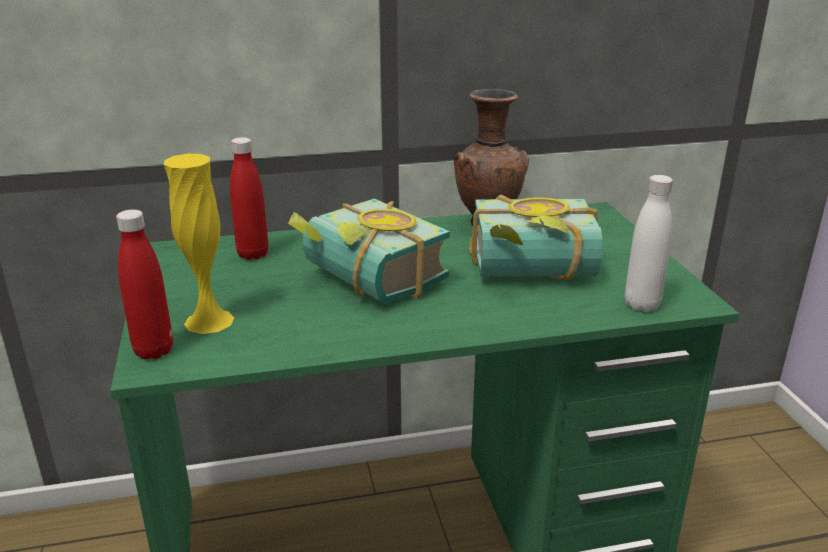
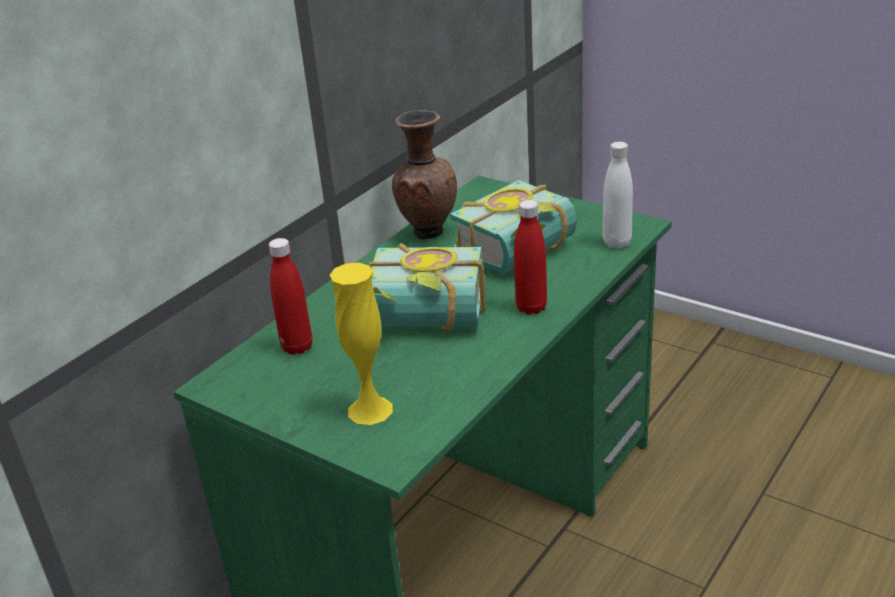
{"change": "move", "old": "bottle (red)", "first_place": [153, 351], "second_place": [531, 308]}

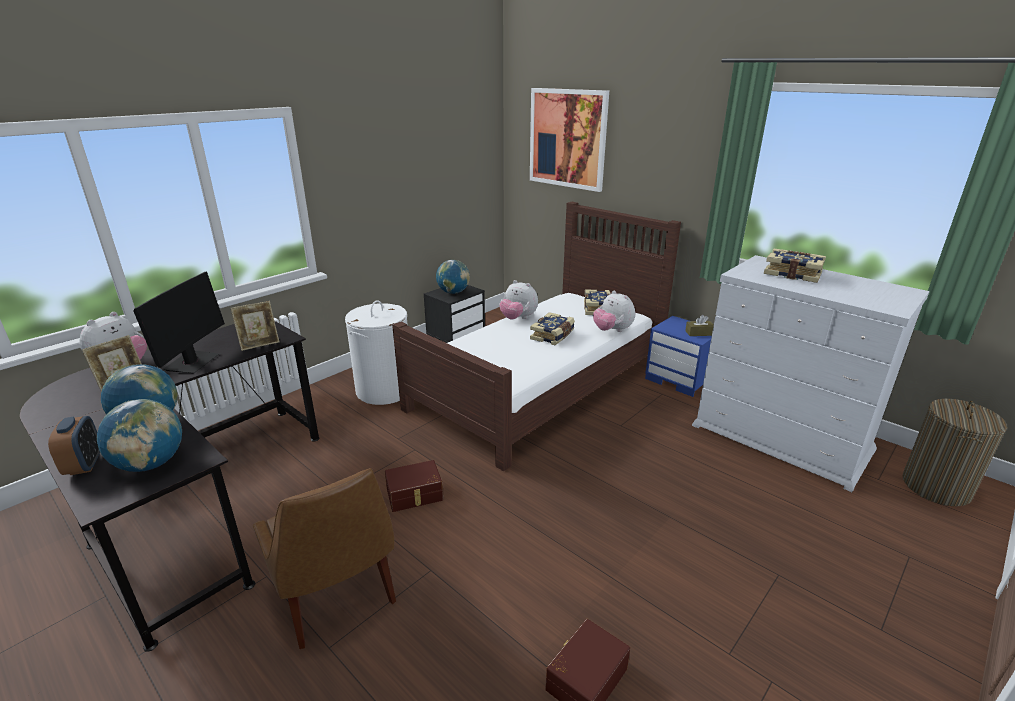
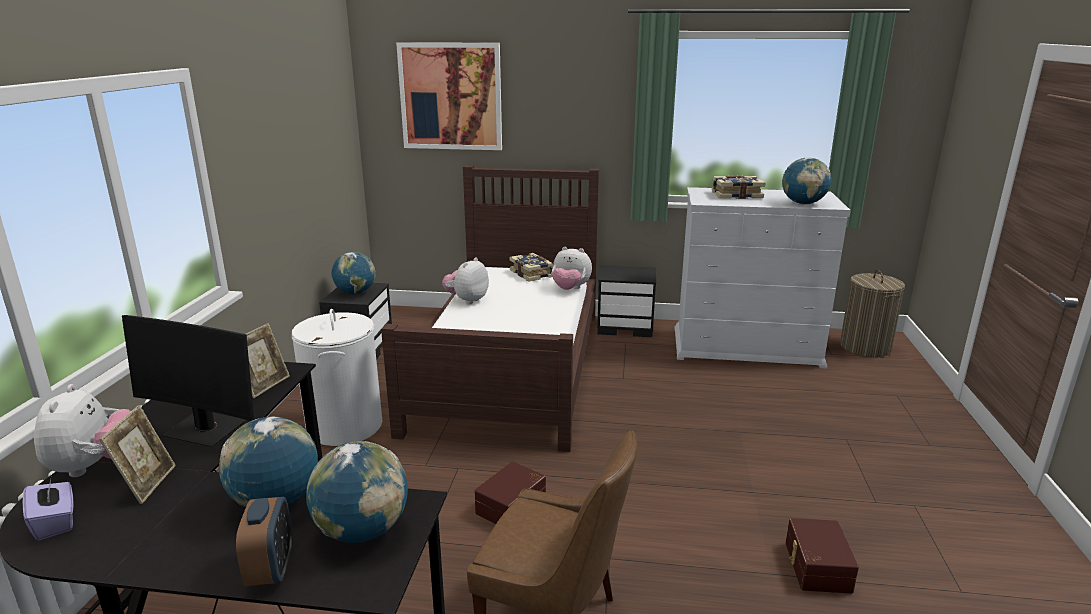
{"change": "delete", "old": "book", "first_place": [553, 336]}
{"change": "delete", "old": "tissue box (brown)", "first_place": [699, 333]}
{"change": "insert", "new": "tissue box (purple)", "second_place": [55, 522]}
{"change": "insert", "new": "globe", "second_place": [803, 203]}
{"change": "recolor", "old": "nightstand (blue)", "new": "nightstand (black)", "first_place": [679, 379], "second_place": [626, 326]}
{"change": "rotate", "old": "alarm clock", "first_place": [84, 465], "second_place": [271, 569], "degrees": 45}
{"change": "rotate", "old": "monitor", "first_place": [192, 362], "second_place": [205, 430], "degrees": 135}
{"change": "rotate", "old": "plush toy", "first_place": [518, 318], "second_place": [467, 300], "degrees": 120}

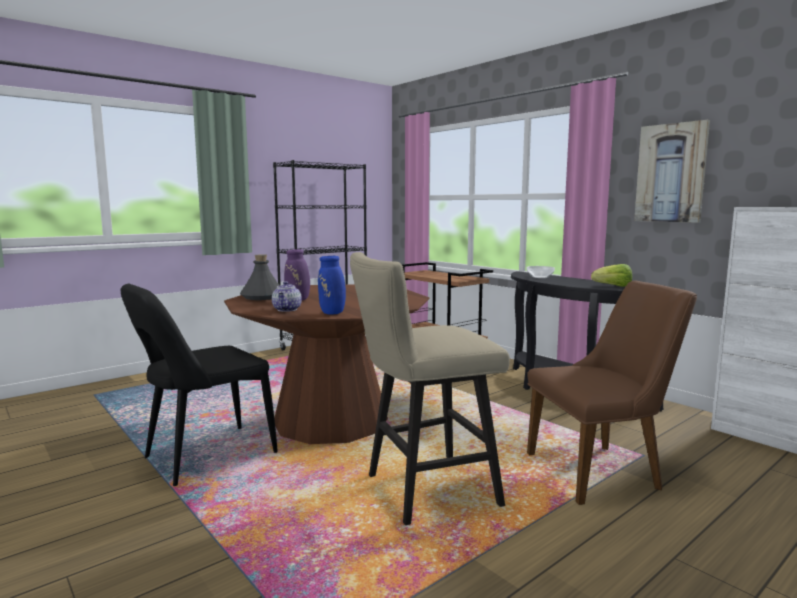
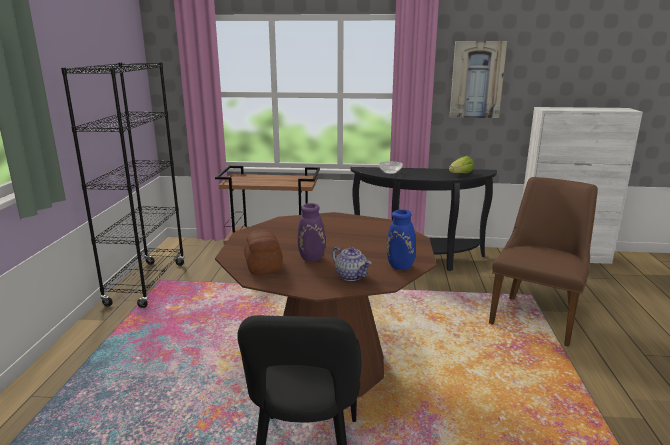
{"change": "delete", "old": "stool (beige)", "first_place": [422, 491]}
{"change": "replace", "old": "bottle (grey)", "new": "bread", "first_place": [262, 297], "second_place": [263, 266]}

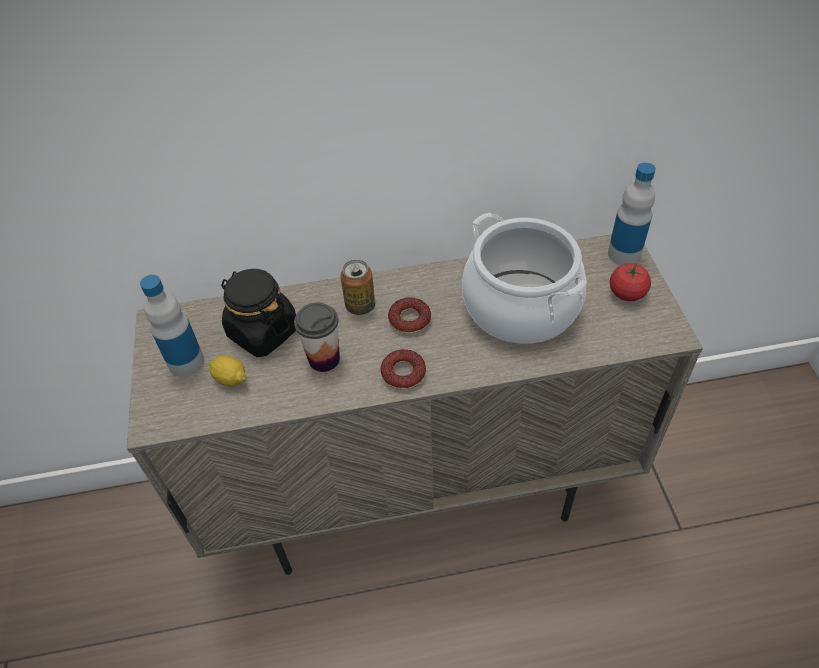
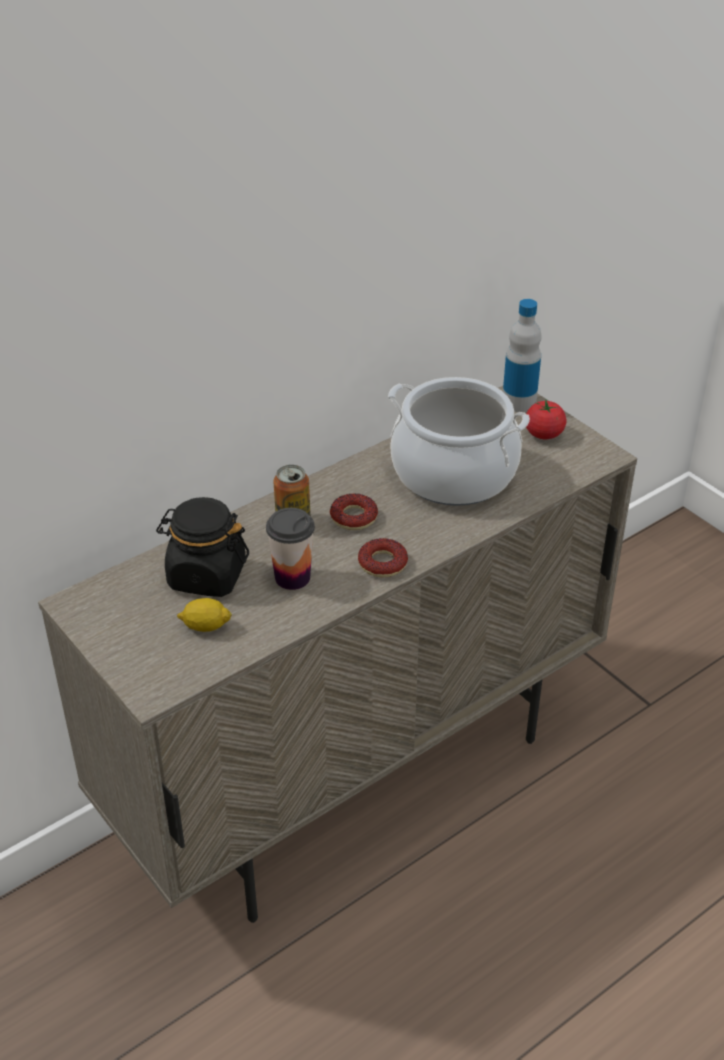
{"change": "delete", "old": "bottle", "first_place": [186, 362]}

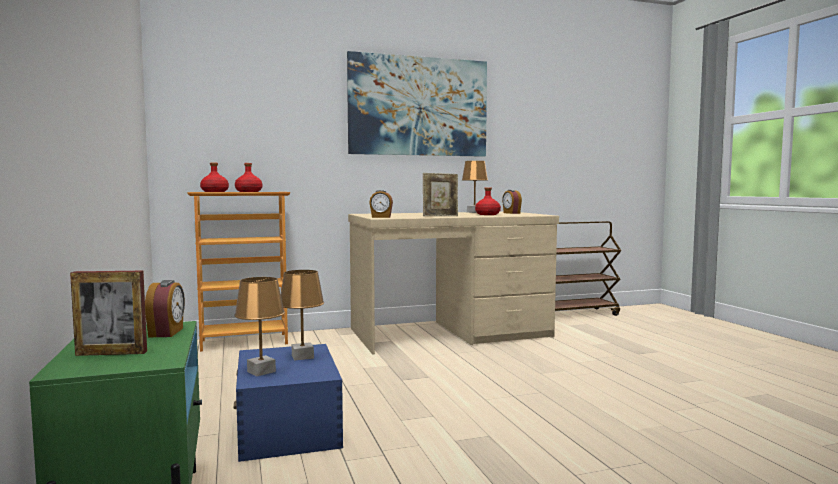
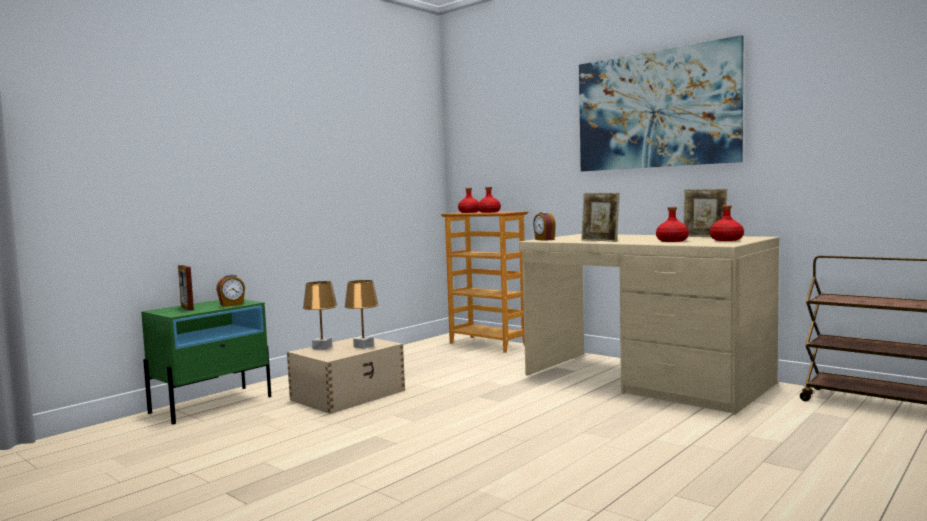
{"change": "replace", "old": "table lamp (brown)", "new": "picture frame", "first_place": [474, 212], "second_place": [705, 237]}
{"change": "replace", "old": "alarm clock", "new": "bottle (red)", "first_place": [511, 213], "second_place": [726, 240]}
{"change": "recolor", "old": "storage box (blue)", "new": "storage box (beige)", "first_place": [288, 426], "second_place": [349, 395]}

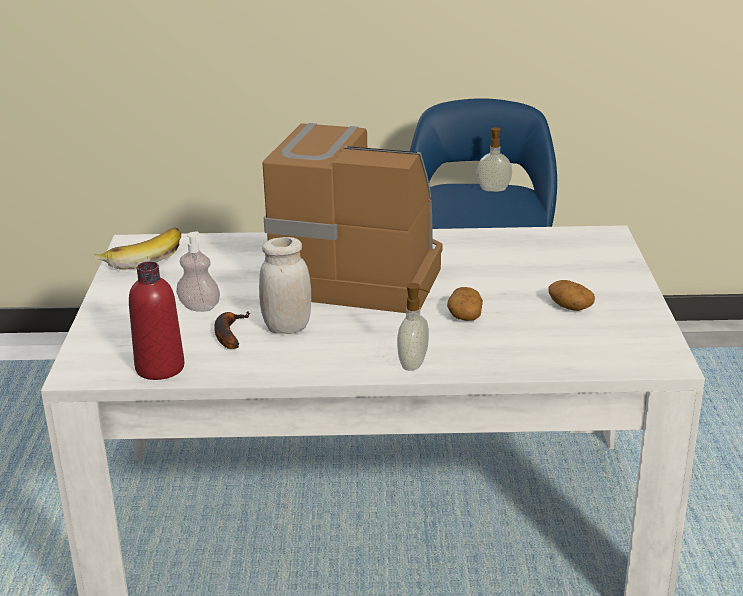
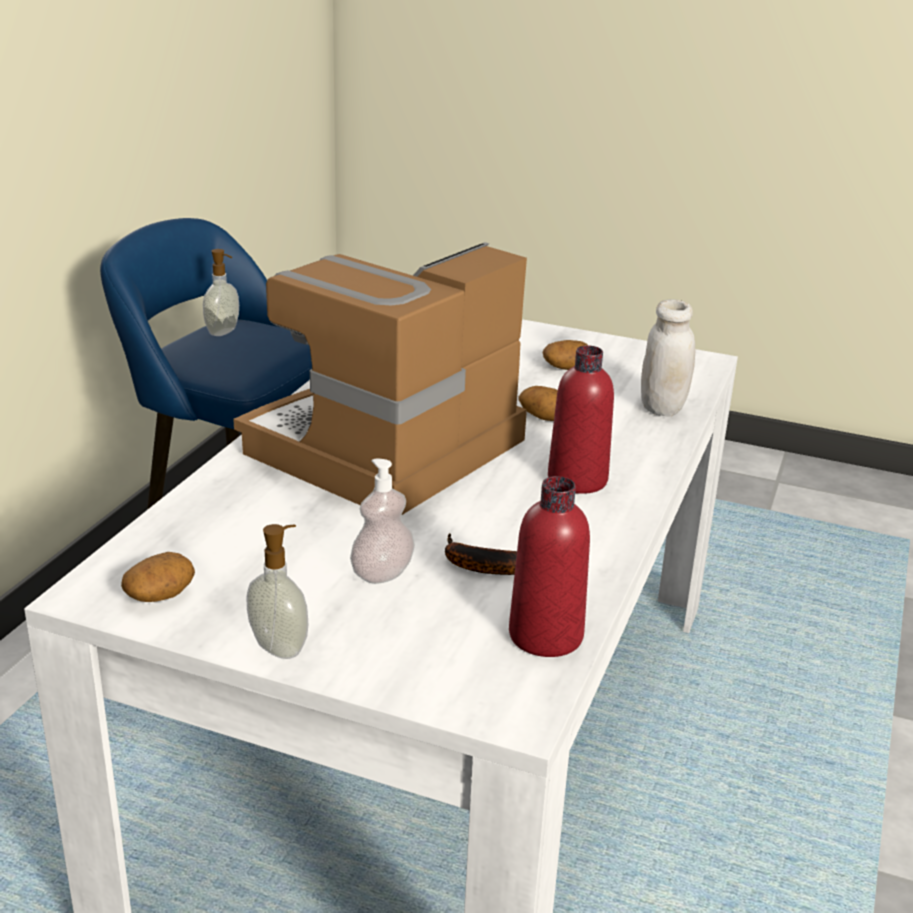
{"change": "insert", "new": "bottle (red)", "second_place": [577, 480]}
{"change": "move", "old": "jar (white)", "first_place": [287, 327], "second_place": [662, 408]}
{"change": "move", "old": "soap dispenser", "first_place": [414, 364], "second_place": [280, 646]}
{"change": "replace", "old": "banana", "new": "potato", "first_place": [141, 259], "second_place": [160, 595]}

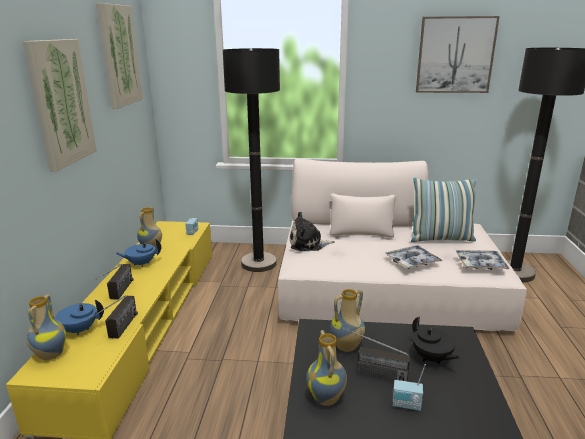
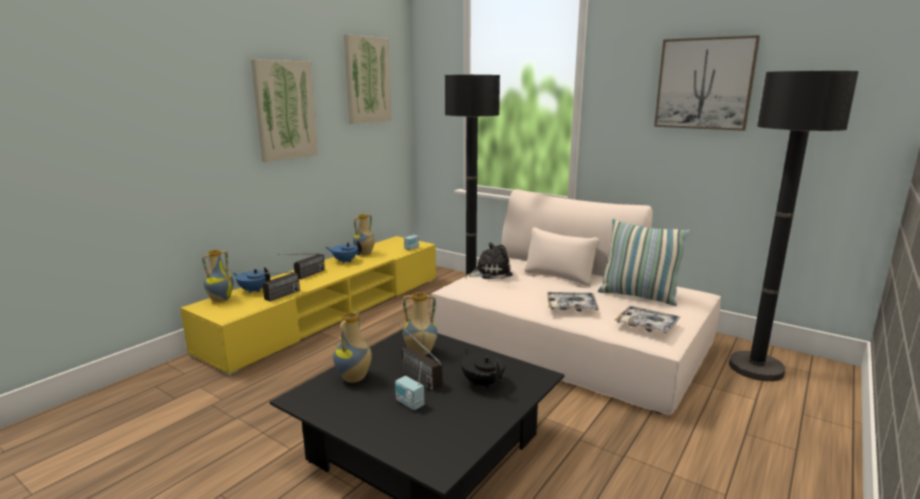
{"change": "rotate", "old": "plush toy", "first_place": [308, 244], "second_place": [490, 273], "degrees": 135}
{"change": "rotate", "old": "teapot (black)", "first_place": [431, 358], "second_place": [482, 382], "degrees": 150}

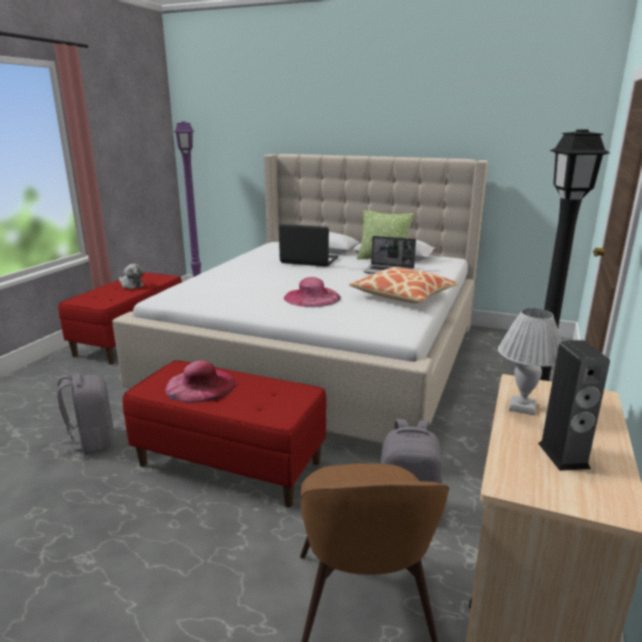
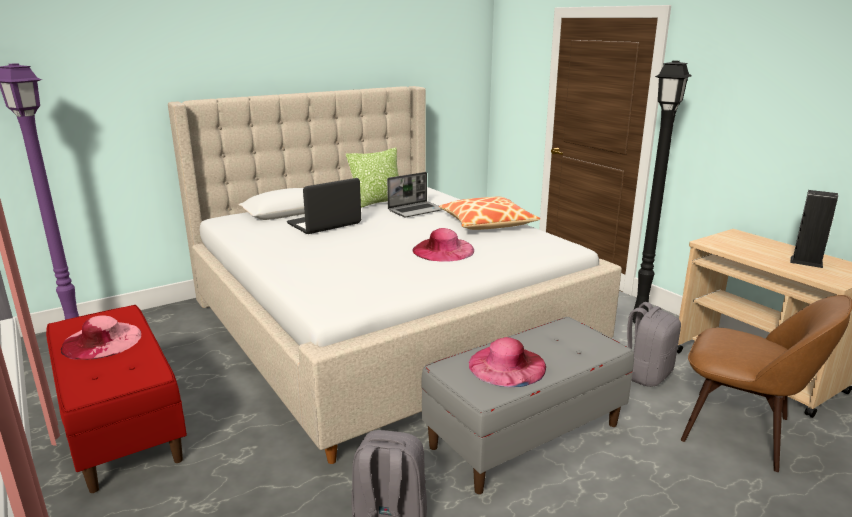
{"change": "delete", "old": "table lamp (white)", "first_place": [523, 407]}
{"change": "replace", "old": "plush toy", "new": "hat (pink)", "first_place": [131, 285], "second_place": [102, 341]}
{"change": "recolor", "old": "bench (red)", "new": "bench (grey)", "first_place": [230, 463], "second_place": [525, 435]}

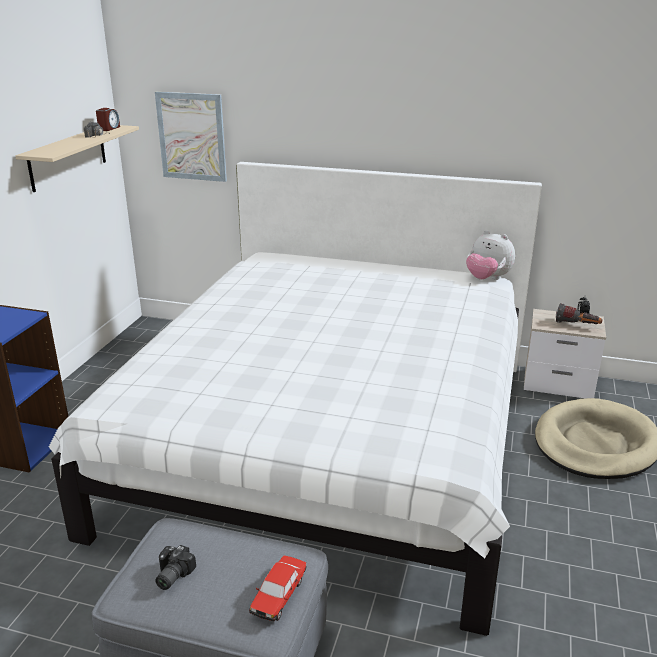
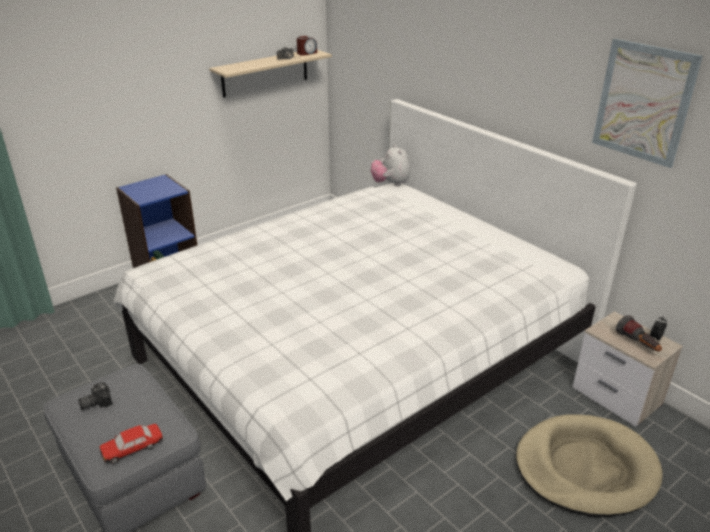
{"change": "move", "old": "picture", "first_place": [192, 136], "second_place": [643, 102]}
{"change": "move", "old": "plush toy", "first_place": [487, 279], "second_place": [390, 184]}

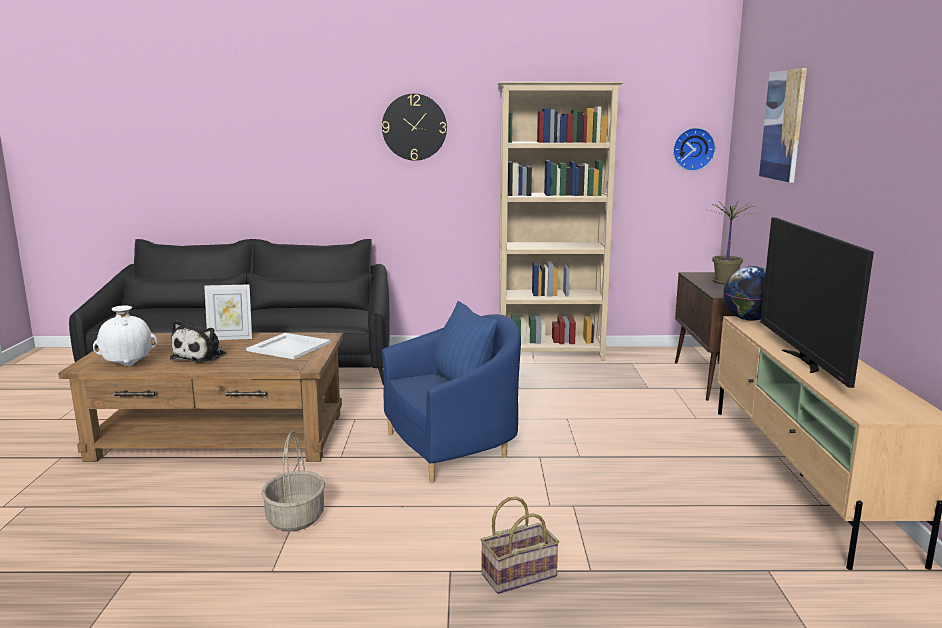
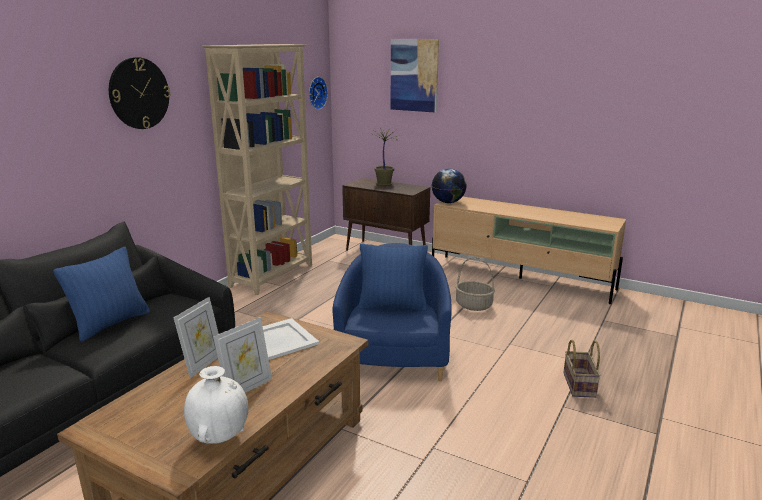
{"change": "delete", "old": "television", "first_place": [803, 361]}
{"change": "insert", "new": "pillow (blue)", "second_place": [110, 324]}
{"change": "move", "old": "basket", "first_place": [296, 518], "second_place": [474, 305]}
{"change": "replace", "old": "plush toy", "new": "picture frame", "first_place": [202, 356], "second_place": [246, 388]}

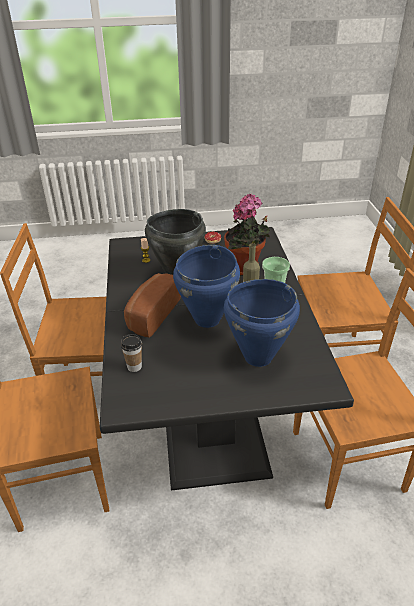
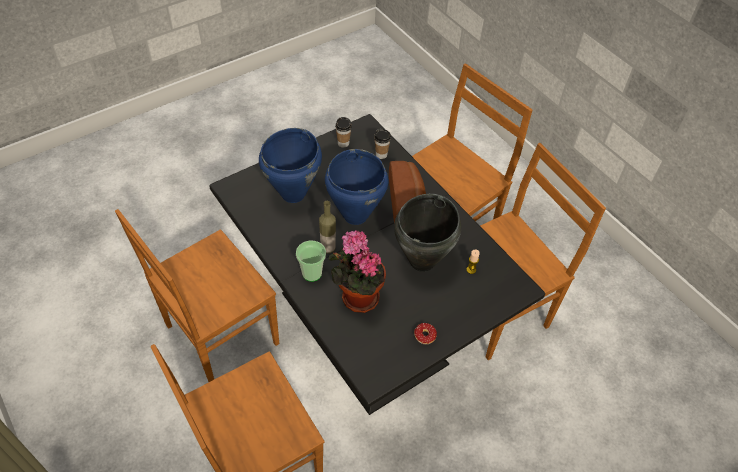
{"change": "insert", "new": "cup", "second_place": [343, 143]}

